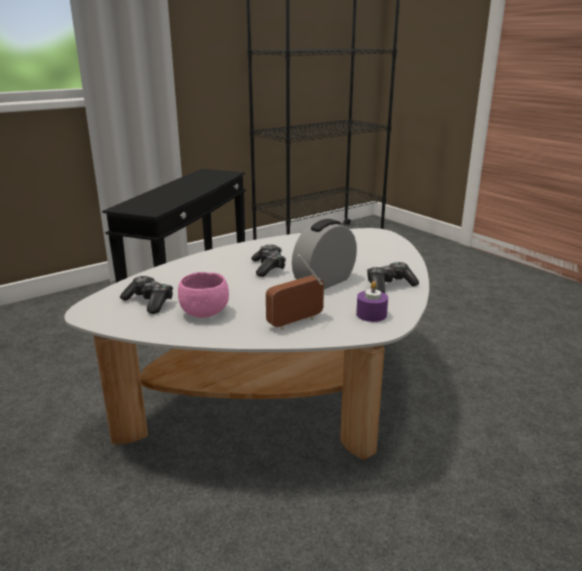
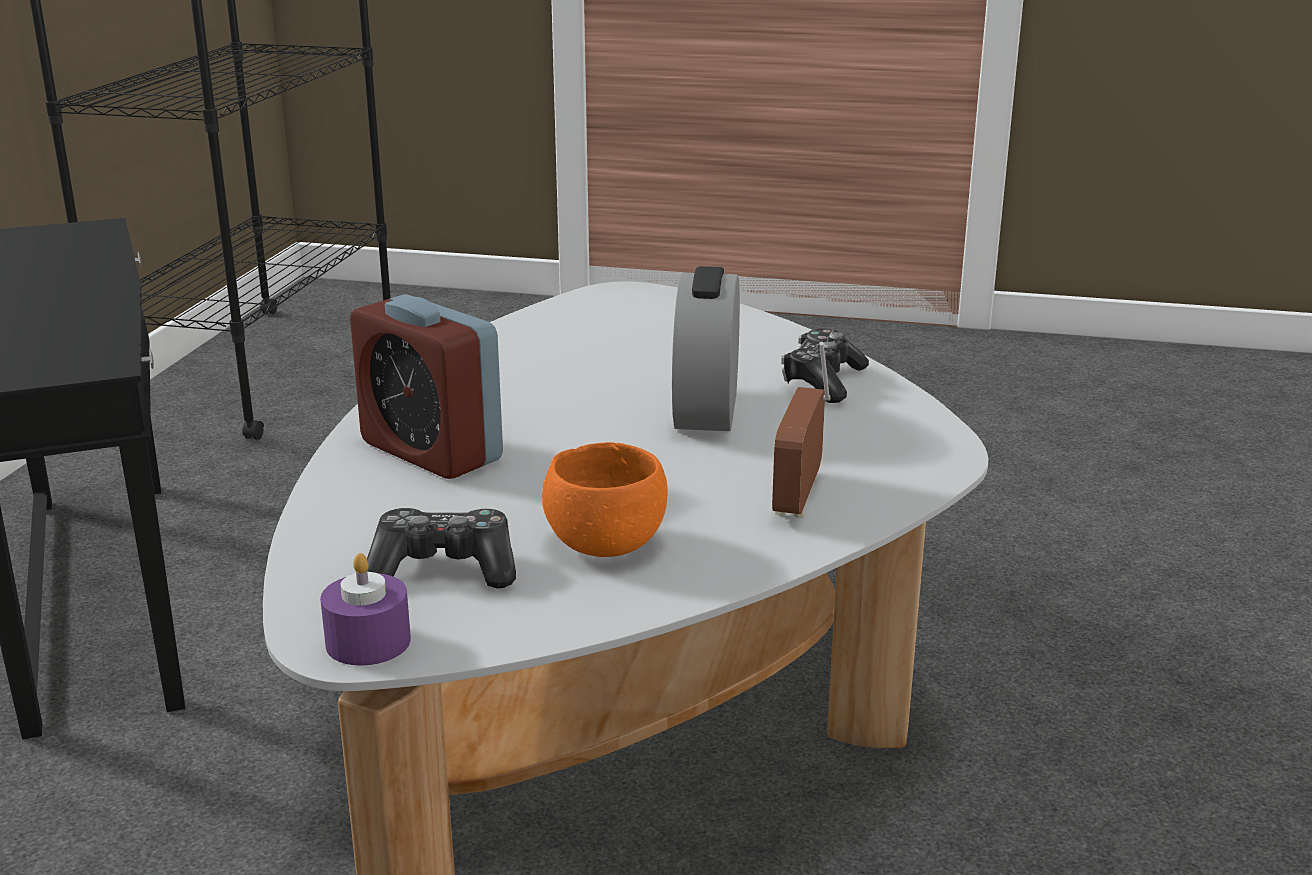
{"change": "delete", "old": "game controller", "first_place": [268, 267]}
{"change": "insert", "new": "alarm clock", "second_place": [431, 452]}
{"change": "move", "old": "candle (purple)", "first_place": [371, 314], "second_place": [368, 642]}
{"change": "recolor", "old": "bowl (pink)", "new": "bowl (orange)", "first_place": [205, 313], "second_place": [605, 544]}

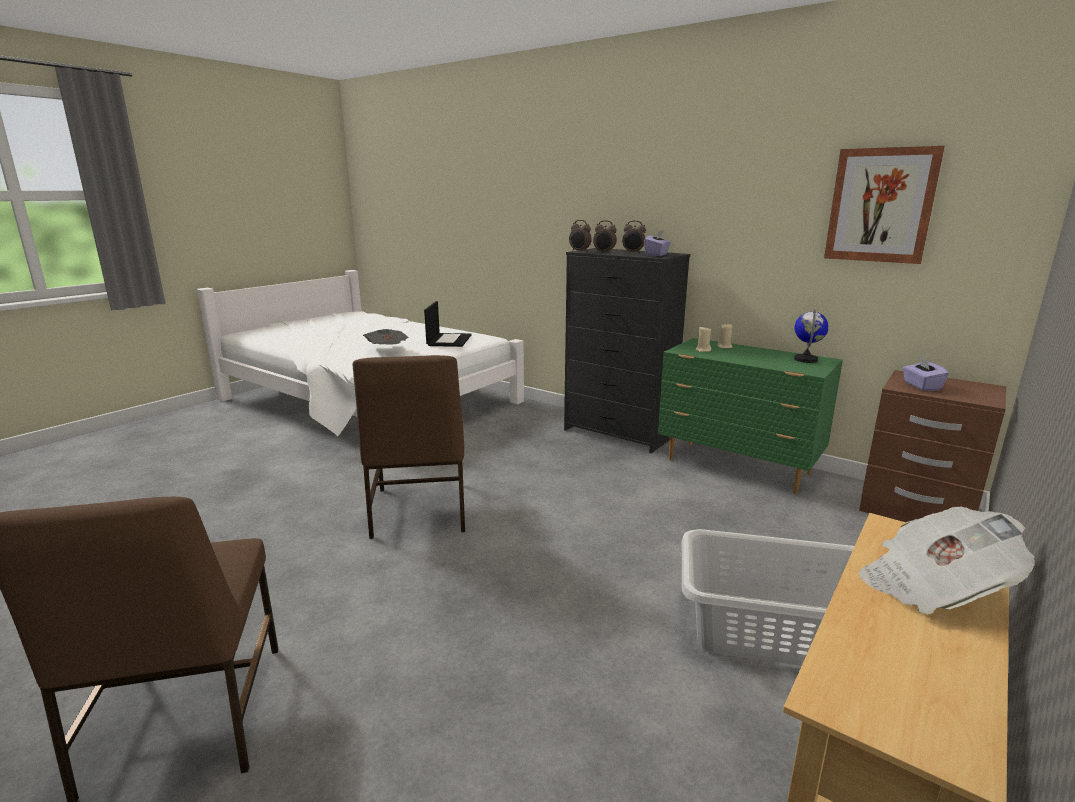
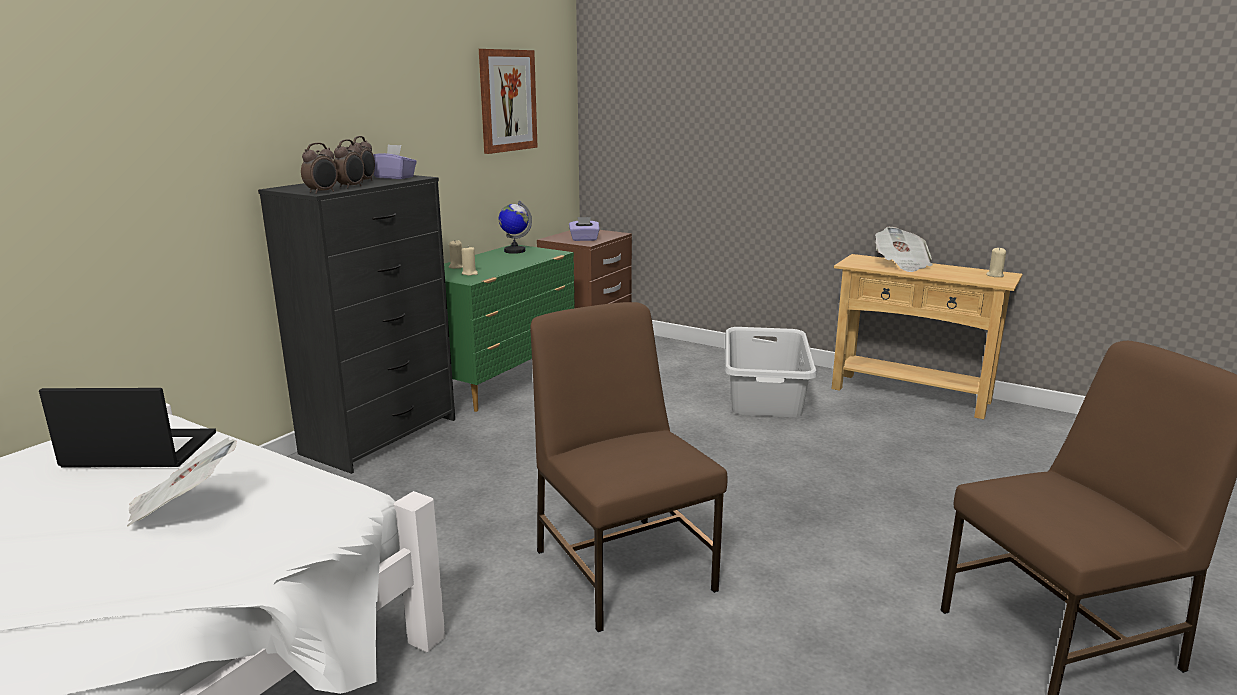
{"change": "insert", "new": "candle (beige)", "second_place": [994, 275]}
{"change": "rotate", "old": "chair (brown)", "first_place": [418, 511], "second_place": [623, 567], "degrees": -105}

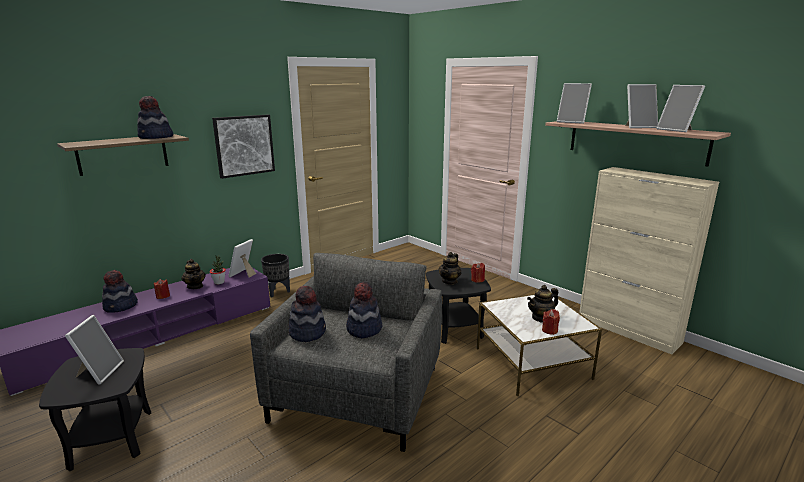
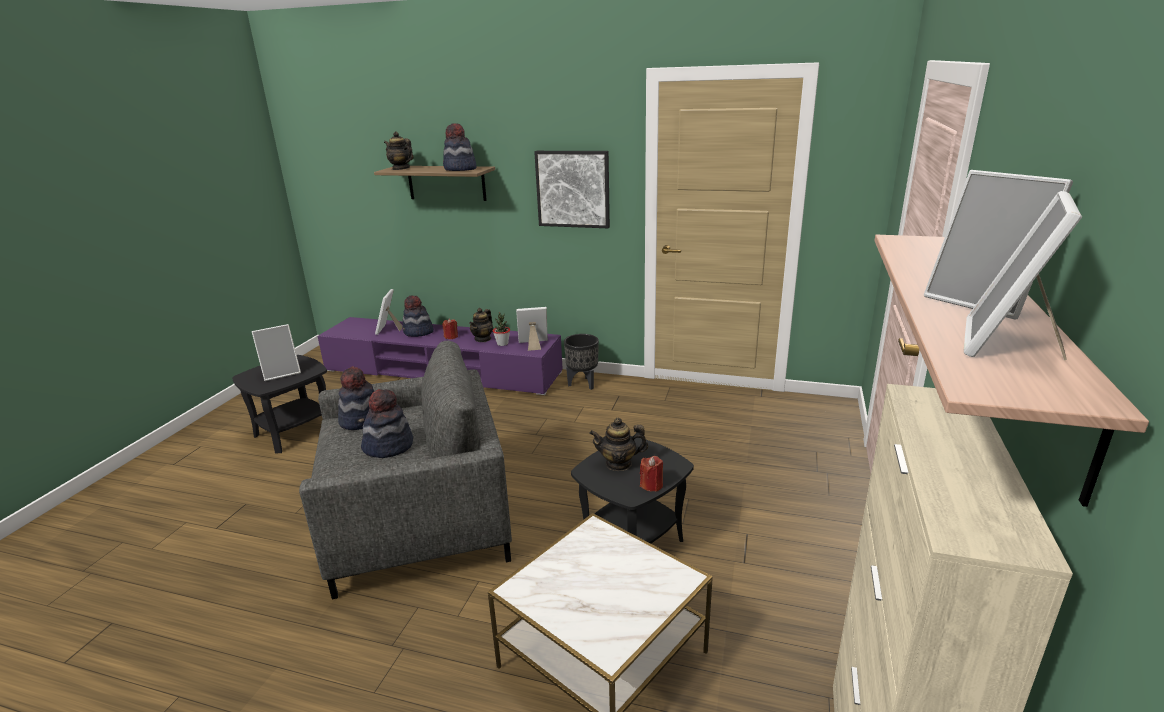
{"change": "delete", "old": "candle (red)", "first_place": [549, 330]}
{"change": "move", "old": "teapot", "first_place": [541, 318], "second_place": [401, 168]}
{"change": "move", "old": "picture frame", "first_place": [572, 122], "second_place": [389, 329]}

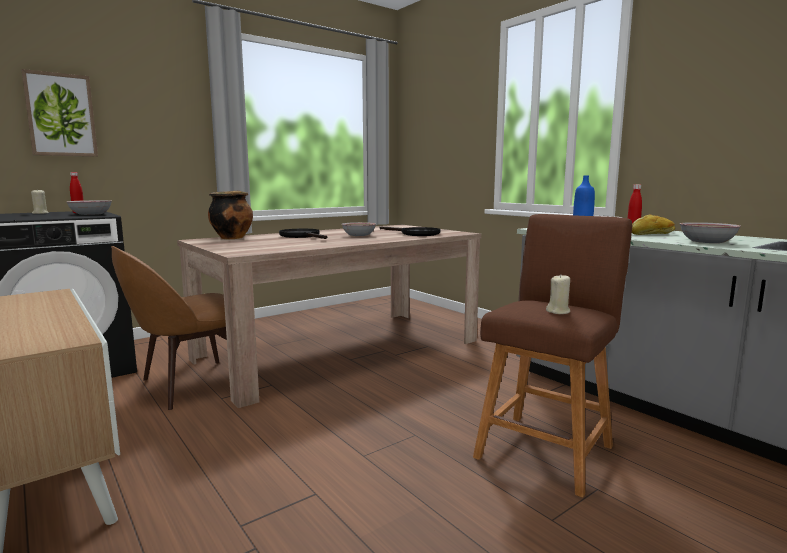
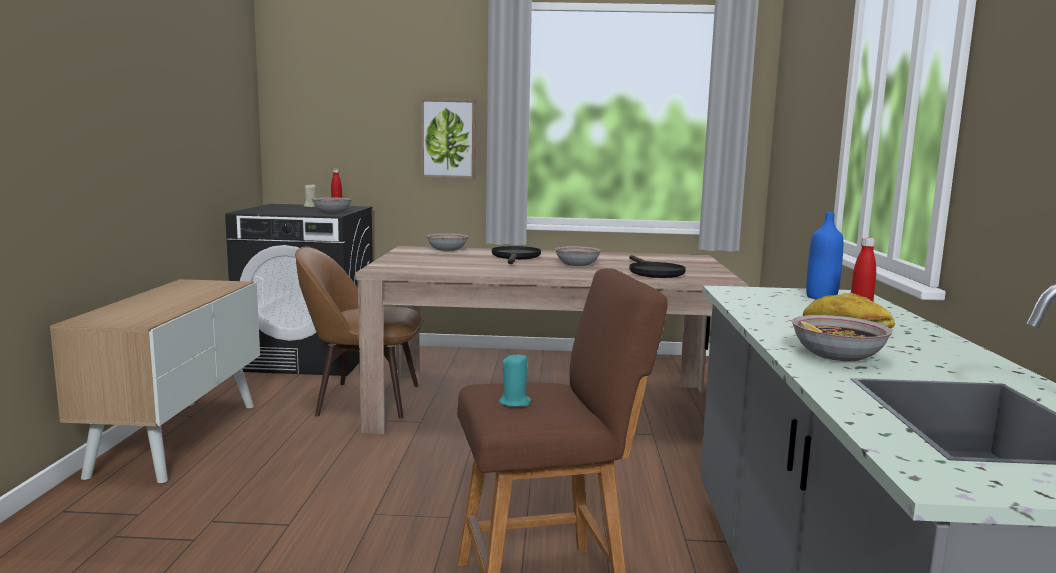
{"change": "move", "old": "picture", "first_place": [61, 115], "second_place": [448, 139]}
{"change": "replace", "old": "cooking pot", "new": "bowl", "first_place": [232, 238], "second_place": [447, 249]}
{"change": "recolor", "old": "candle (beige)", "new": "candle (turquoise)", "first_place": [558, 311], "second_place": [515, 402]}

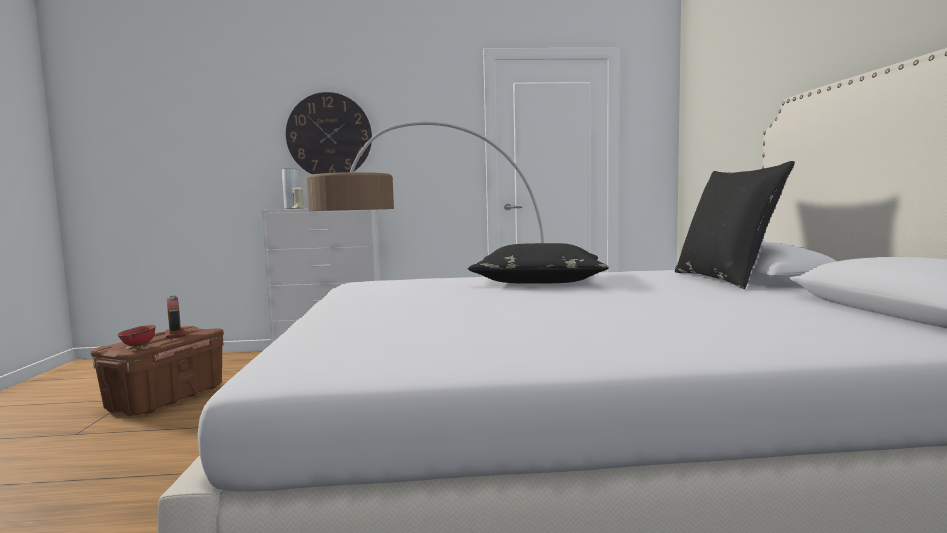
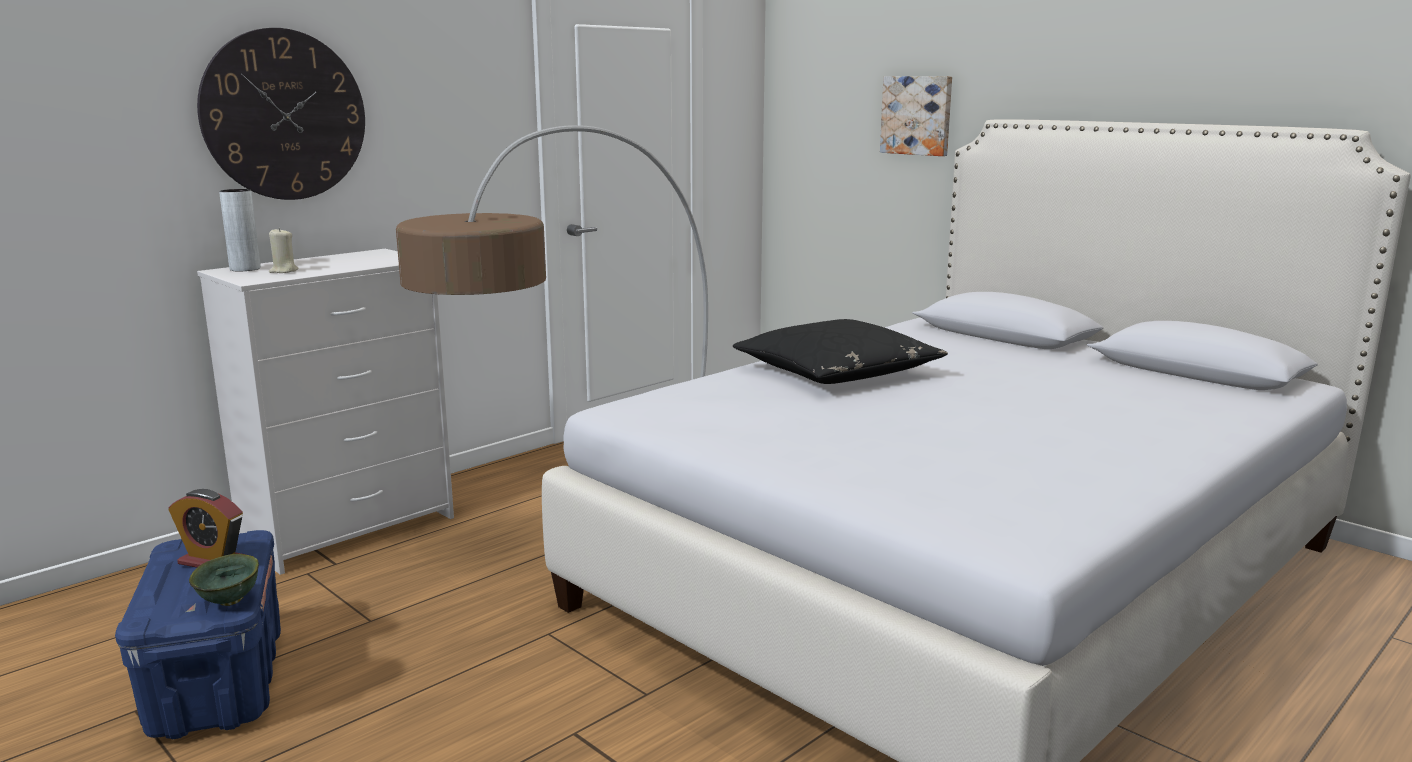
{"change": "delete", "old": "pillow (black)", "first_place": [725, 279]}
{"change": "insert", "new": "picture", "second_place": [917, 115]}
{"change": "recolor", "old": "storage box (brown)", "new": "storage box (blue)", "first_place": [167, 398], "second_place": [216, 684]}
{"change": "recolor", "old": "bowl (red)", "new": "bowl (green)", "first_place": [139, 347], "second_place": [230, 601]}

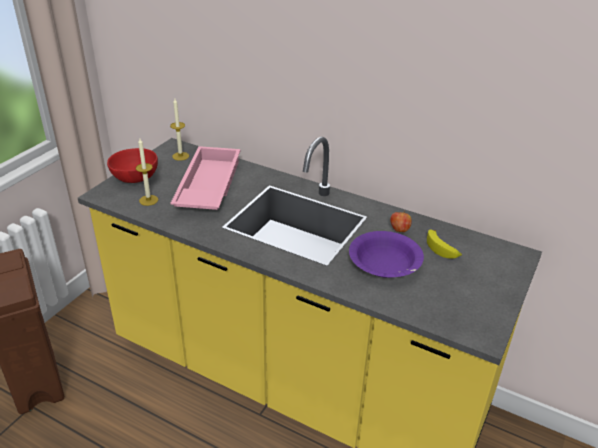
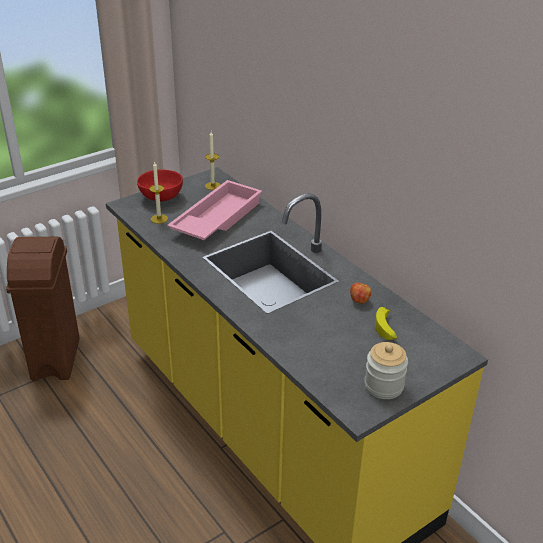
{"change": "delete", "old": "bowl (purple)", "first_place": [384, 264]}
{"change": "insert", "new": "jar", "second_place": [383, 386]}

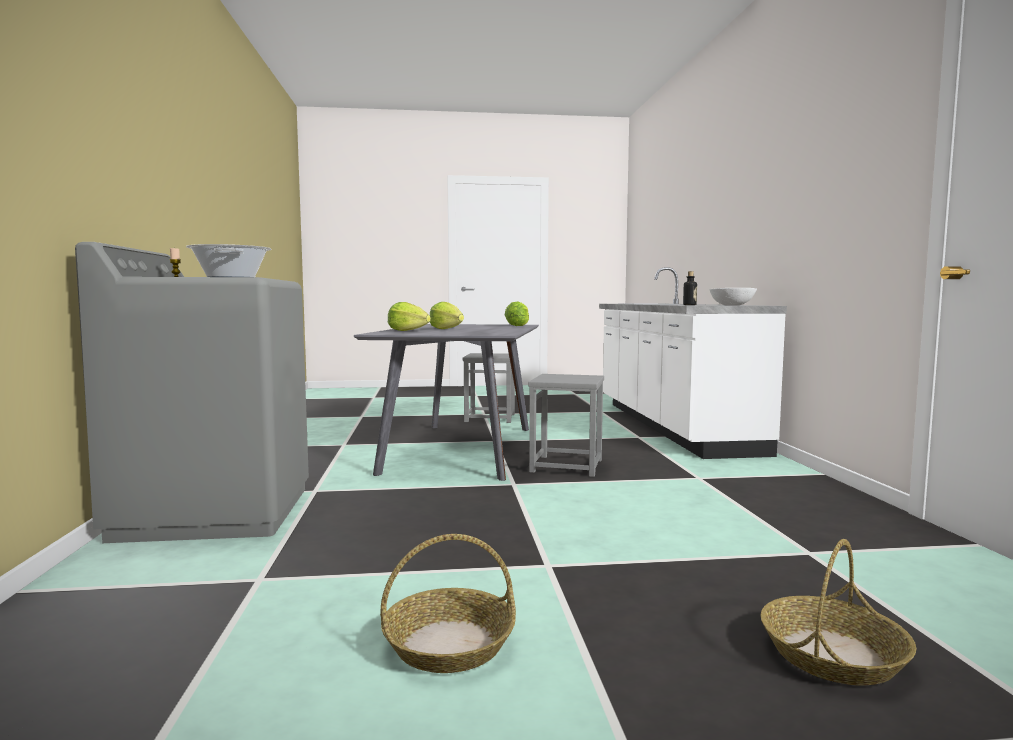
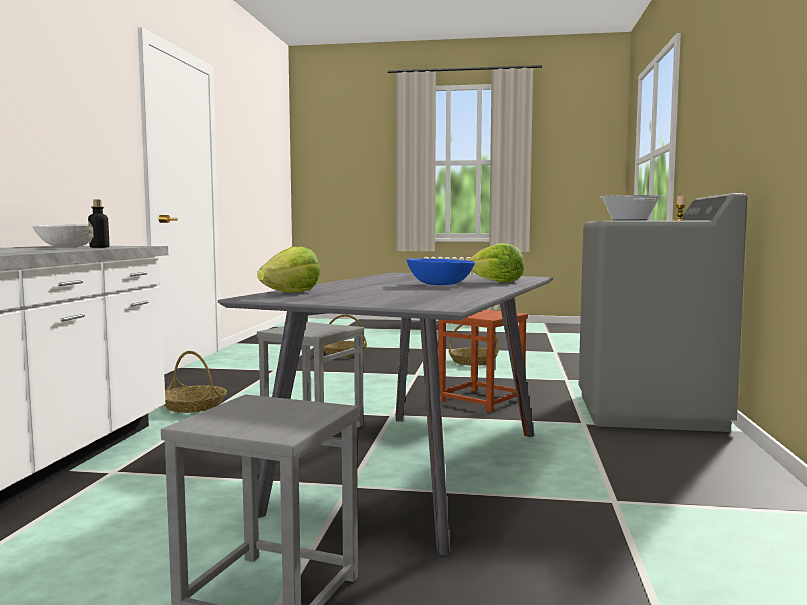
{"change": "insert", "new": "basket", "second_place": [194, 406]}
{"change": "insert", "new": "stool (brown)", "second_place": [482, 400]}
{"change": "replace", "old": "lettuce", "new": "bowl (blue)", "first_place": [447, 329], "second_place": [439, 284]}

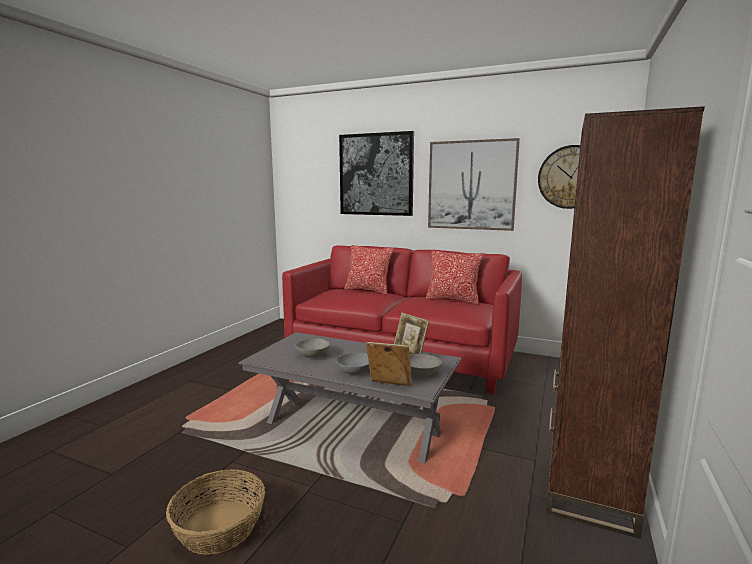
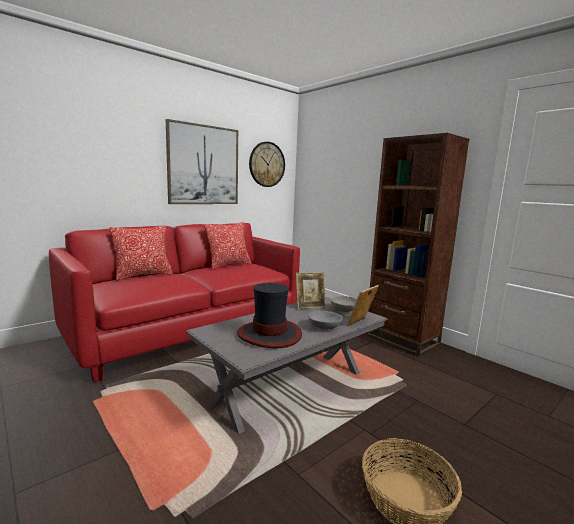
{"change": "delete", "old": "picture", "first_place": [376, 174]}
{"change": "replace", "old": "bowl (grey)", "new": "hat", "first_place": [312, 355], "second_place": [269, 334]}

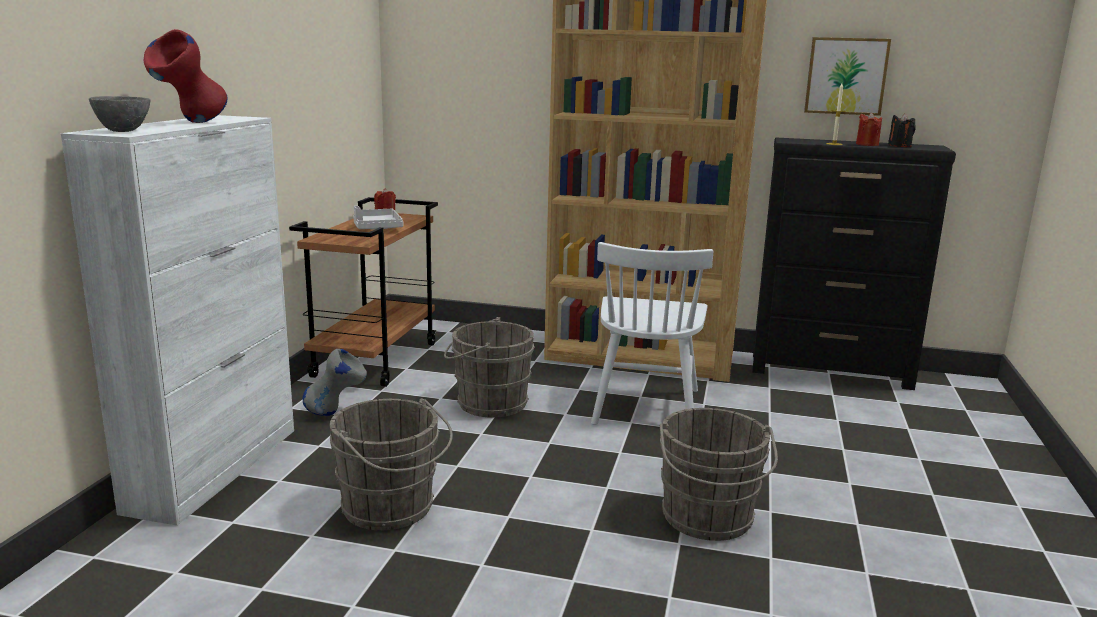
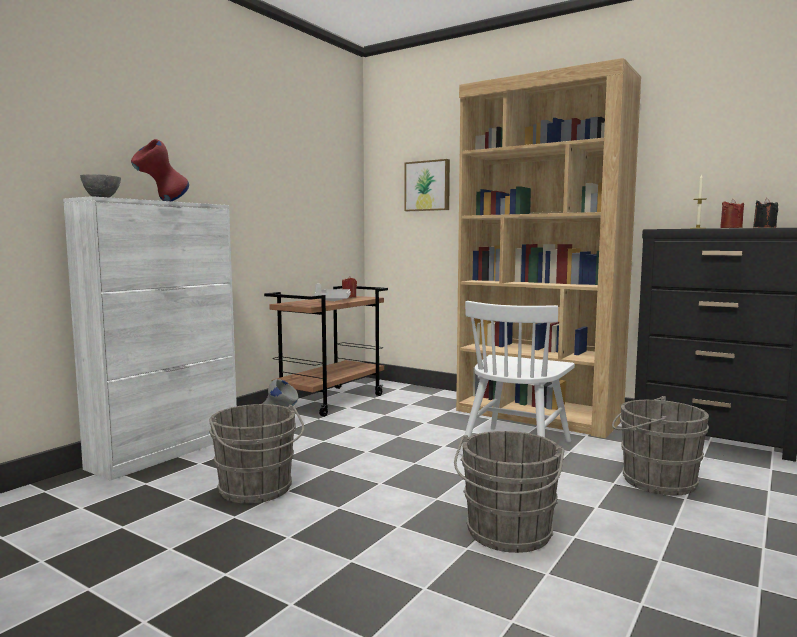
{"change": "move", "old": "bucket (grey)", "first_place": [487, 403], "second_place": [654, 480]}
{"change": "move", "old": "picture", "first_place": [846, 76], "second_place": [428, 186]}

